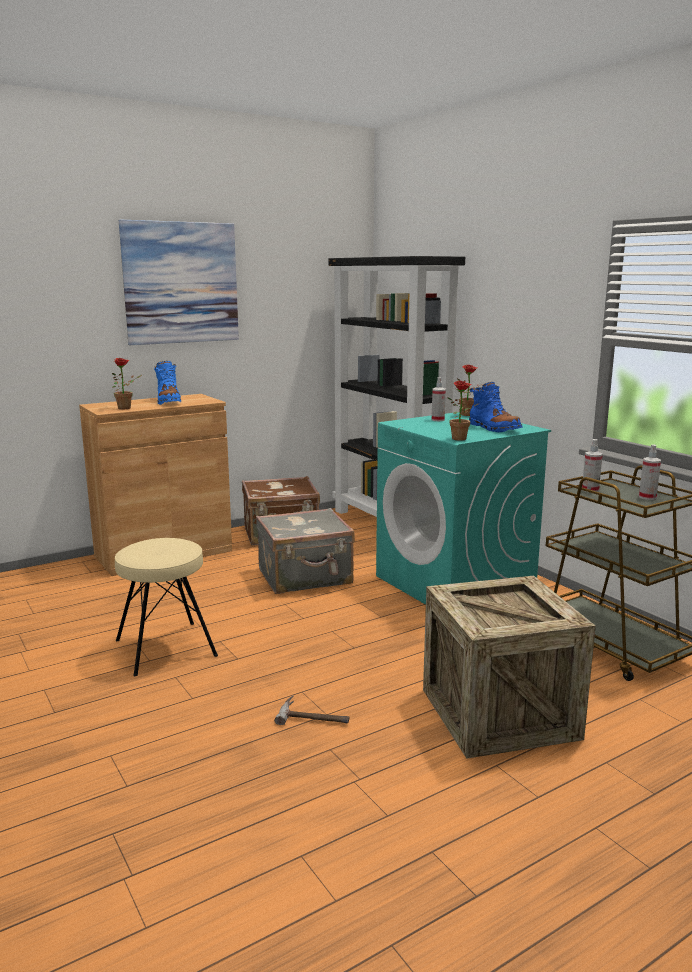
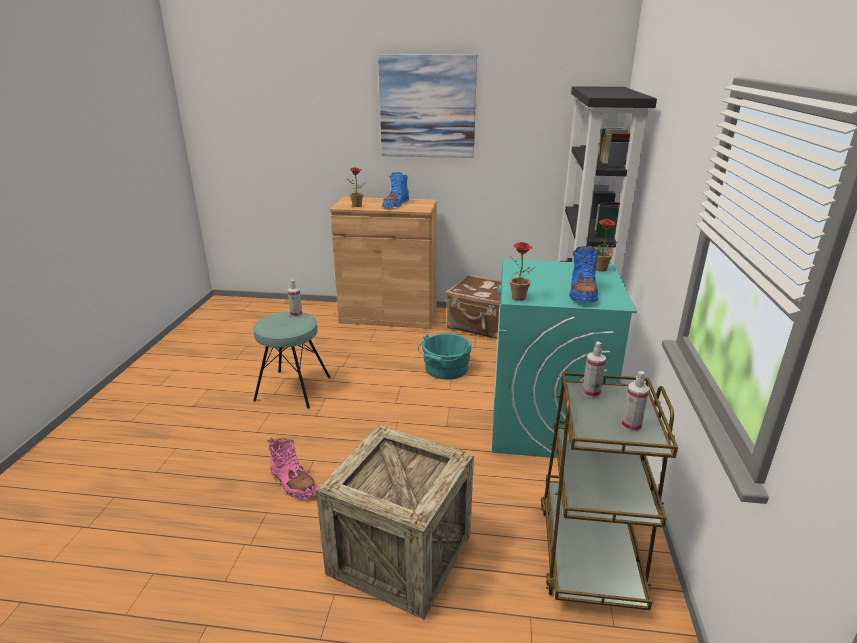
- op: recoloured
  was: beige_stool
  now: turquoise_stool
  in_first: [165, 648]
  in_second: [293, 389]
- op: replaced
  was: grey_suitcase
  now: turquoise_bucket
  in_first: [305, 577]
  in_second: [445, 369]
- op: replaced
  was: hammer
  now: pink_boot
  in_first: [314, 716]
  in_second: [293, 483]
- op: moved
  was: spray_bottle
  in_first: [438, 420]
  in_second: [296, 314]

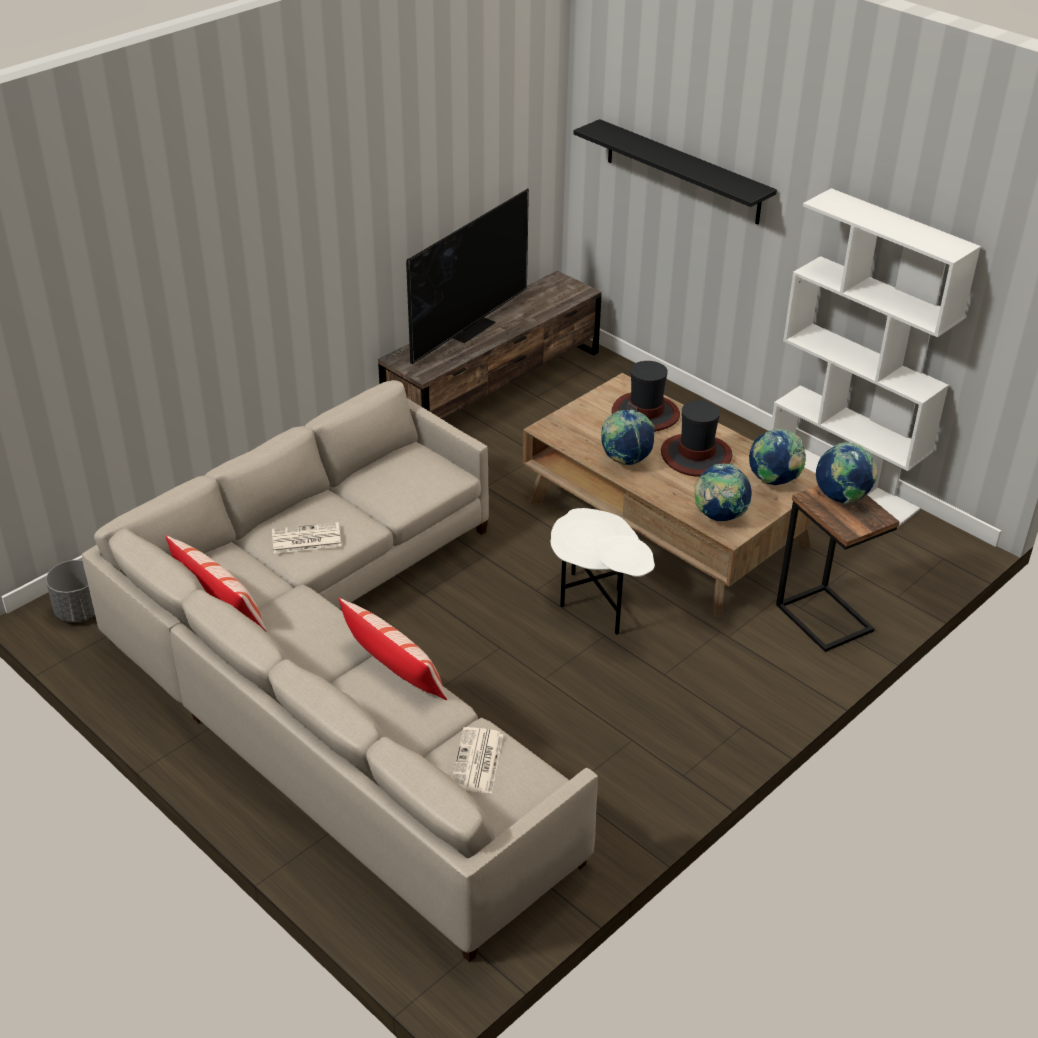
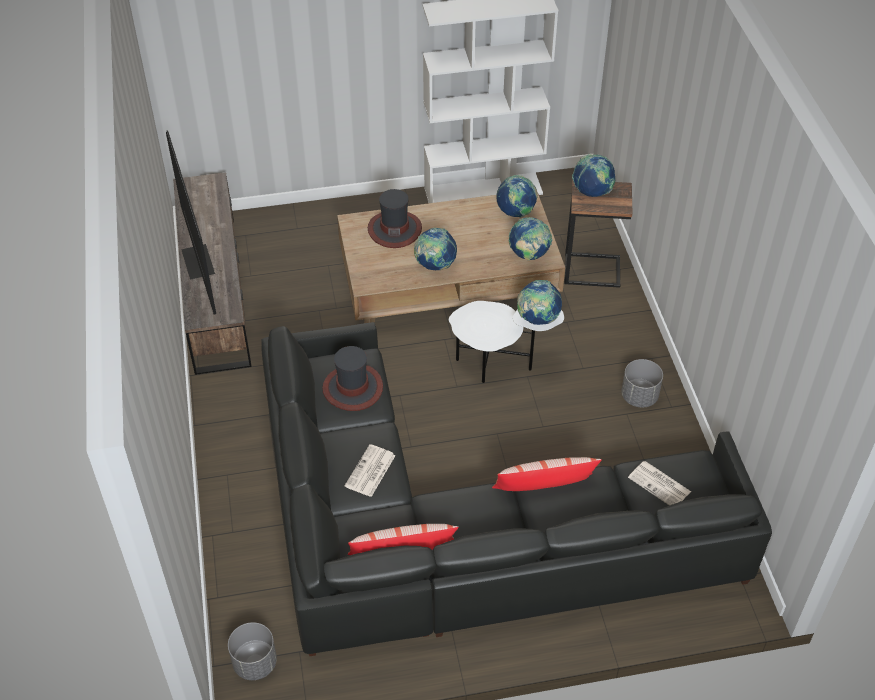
- op: recoloured
  was: beige_sofa
  now: black_sofa
  in_first: [339, 678]
  in_second: [459, 533]
- op: removed
  was: black_shelf
  in_first: [682, 172]
- op: moved
  was: hat
  in_first: [696, 455]
  in_second: [353, 388]
- op: added
  now: globe
  in_second: [537, 319]
- op: added
  now: grey_planter
  in_second: [639, 396]

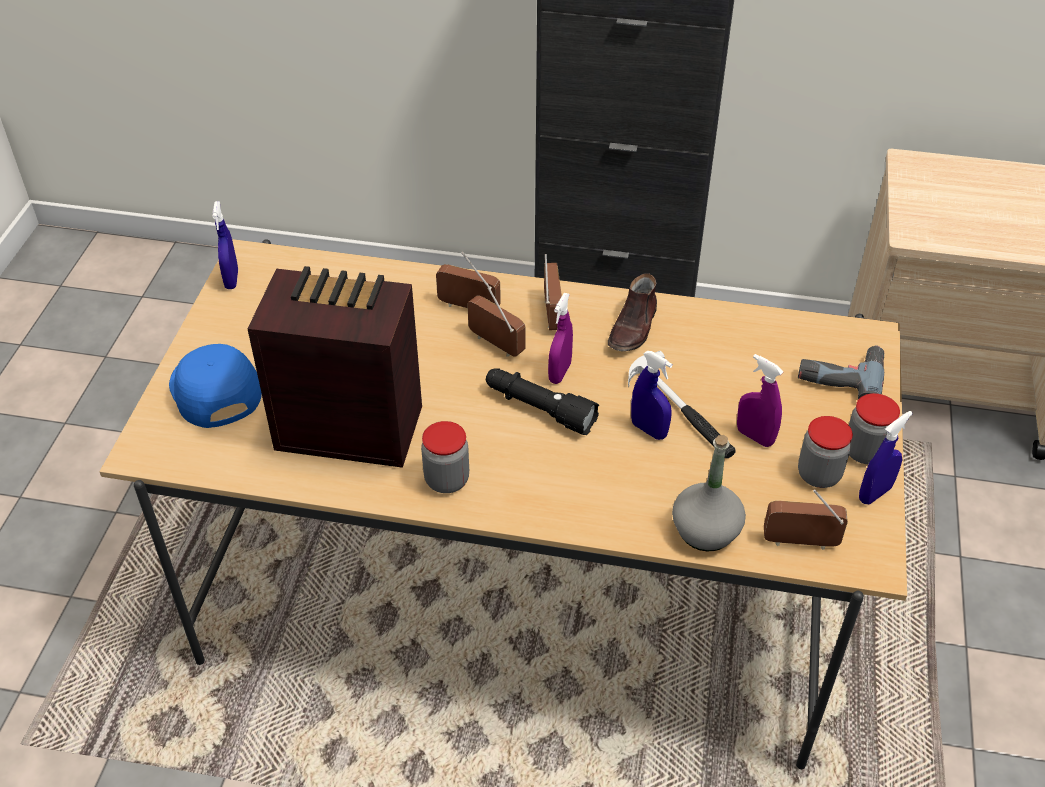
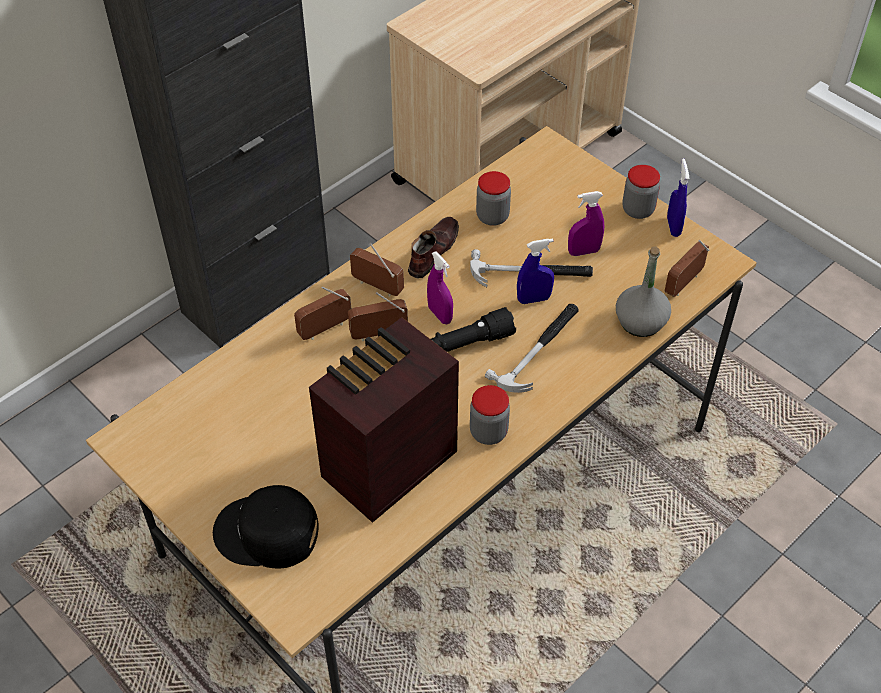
- op: recoloured
  was: blue_cap
  now: black_cap
  in_first: [214, 390]
  in_second: [267, 533]
- op: removed
  was: blue_spray_bottle
  in_first: [231, 279]
- op: turned
  was: brown_shoe
  in_first: [633, 327]
  in_second: [432, 251]
  clockwise: -120
- op: removed
  was: power_drill
  in_first: [840, 374]
- op: moved
  was: jar
  in_first: [818, 474]
  in_second: [492, 216]
- op: added
  now: hammer
  in_second: [539, 349]

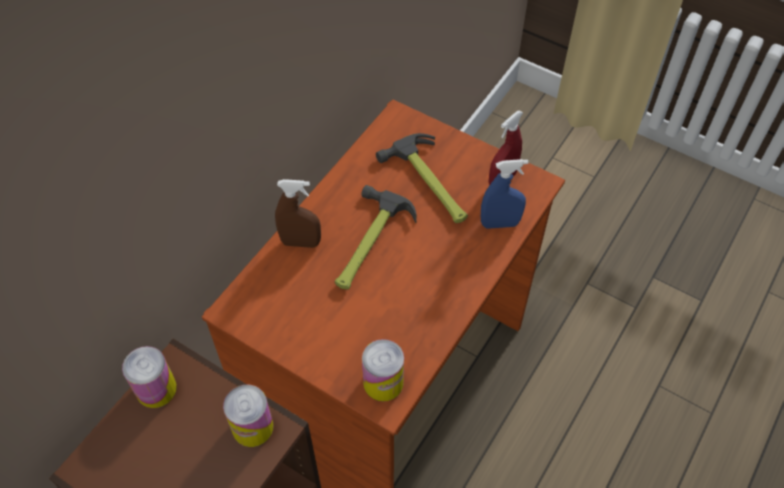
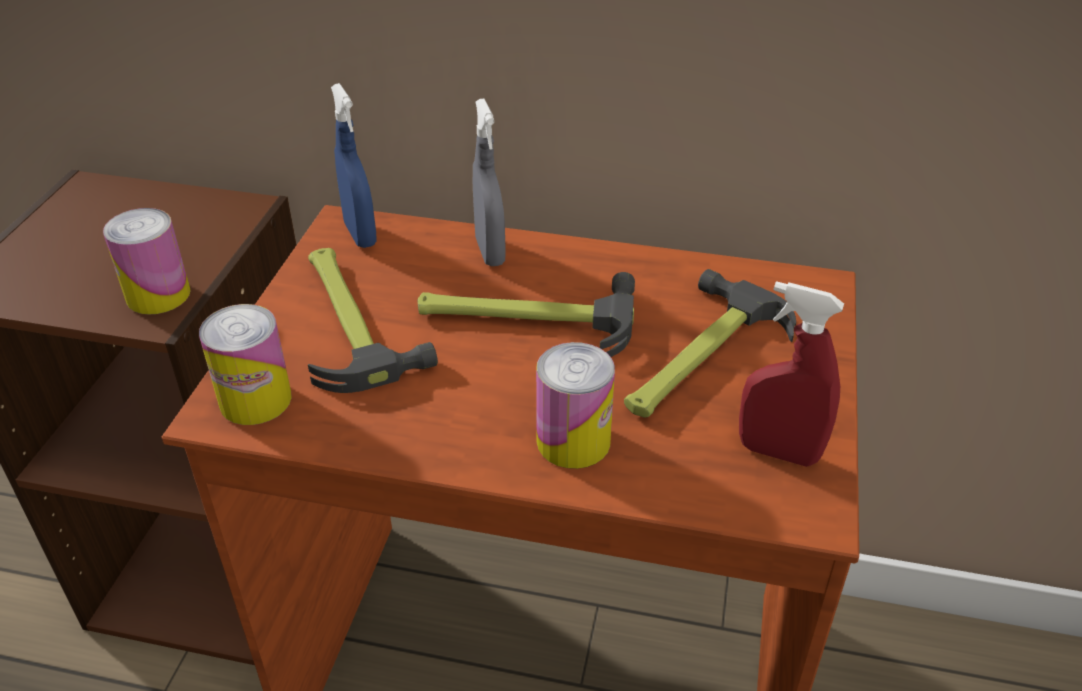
- op: moved
  was: can
  in_first: [156, 389]
  in_second: [573, 441]
- op: recoloured
  was: brown_spray_bottle
  now: grey_spray_bottle
  in_first: [300, 242]
  in_second: [490, 252]
- op: moved
  was: blue_spray_bottle
  in_first: [500, 223]
  in_second: [360, 234]
- op: added
  now: hammer
  in_second: [349, 319]

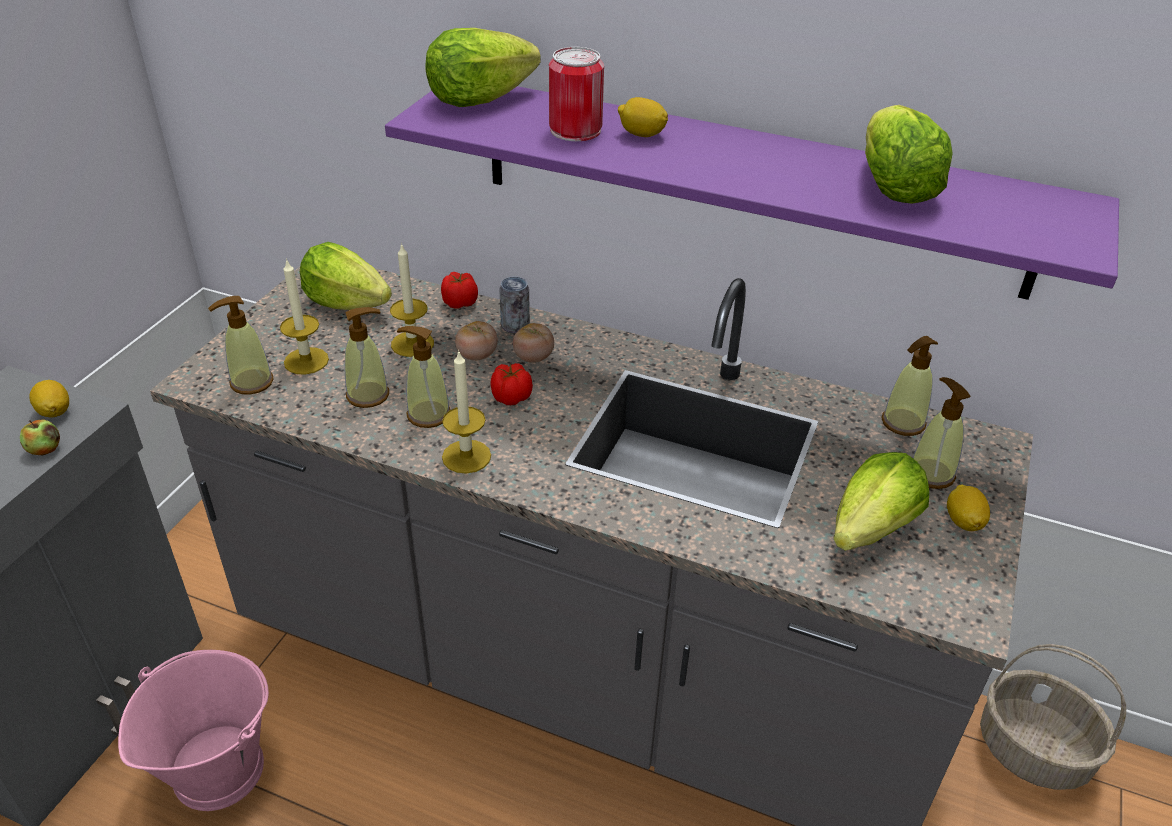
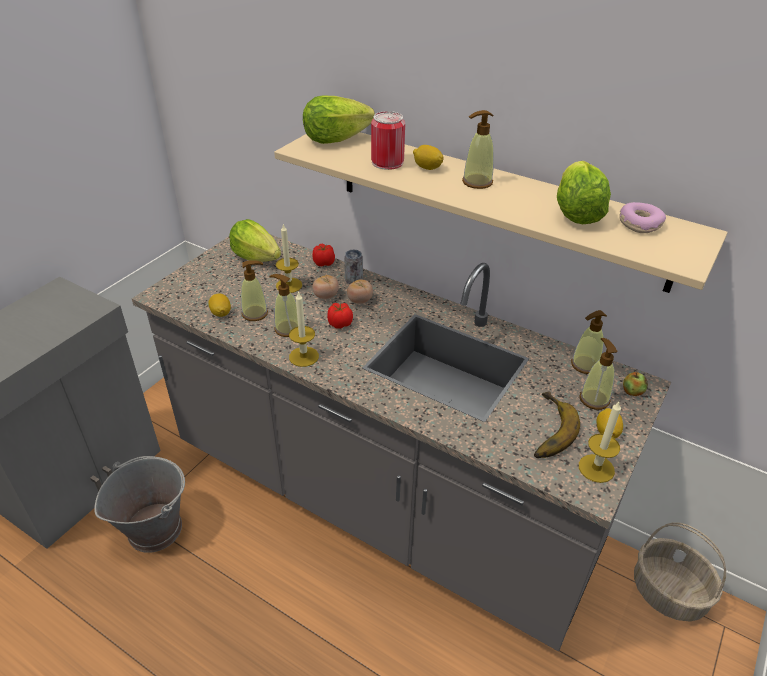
- op: moved
  was: apple
  in_first: [45, 449]
  in_second: [632, 391]
- op: moved
  was: lemon
  in_first: [55, 411]
  in_second: [221, 313]
- op: recoloured
  was: pink_bucket
  now: grey_bucket
  in_first: [218, 769]
  in_second: [154, 528]
- op: moved
  was: soap_dispenser
  in_first: [251, 382]
  in_second: [477, 182]
- op: moved
  was: candle
  in_first: [306, 361]
  in_second: [596, 468]
- op: recoloured
  was: purple_shelf
  now: beige_shelf
  in_first: [747, 184]
  in_second: [496, 204]
- op: replaced
  was: lettuce
  now: banana
  in_first: [872, 529]
  in_second: [545, 429]
- op: added
  now: donut
  in_second: [639, 224]

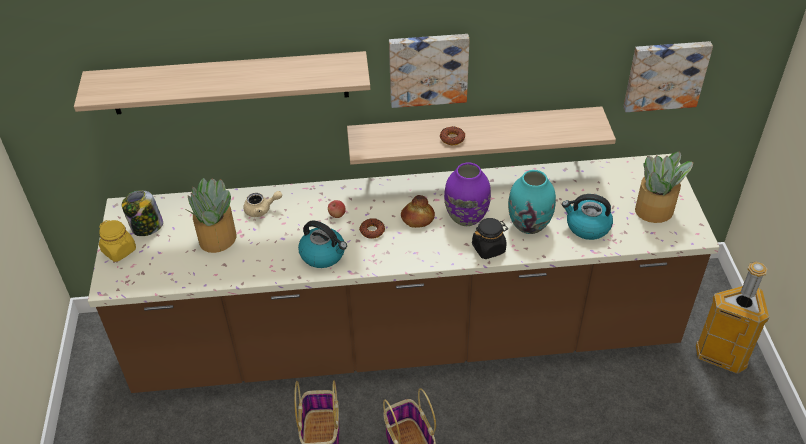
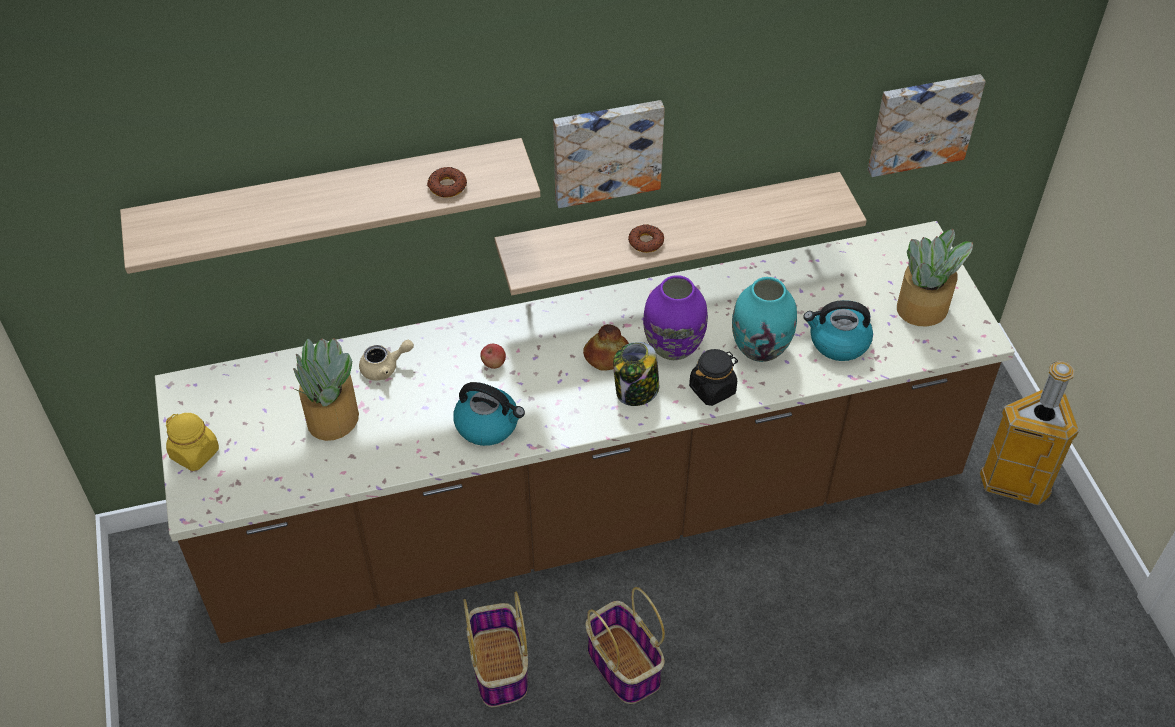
- op: moved
  was: jar
  in_first: [146, 227]
  in_second: [636, 391]
- op: moved
  was: donut
  in_first: [372, 231]
  in_second: [447, 186]

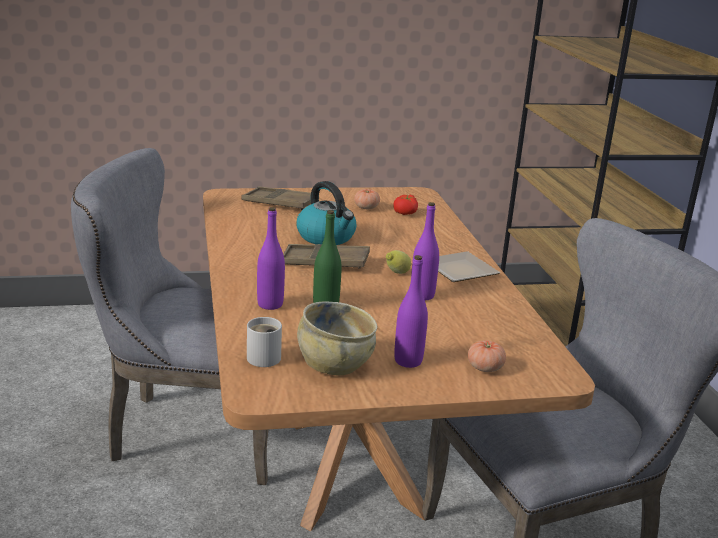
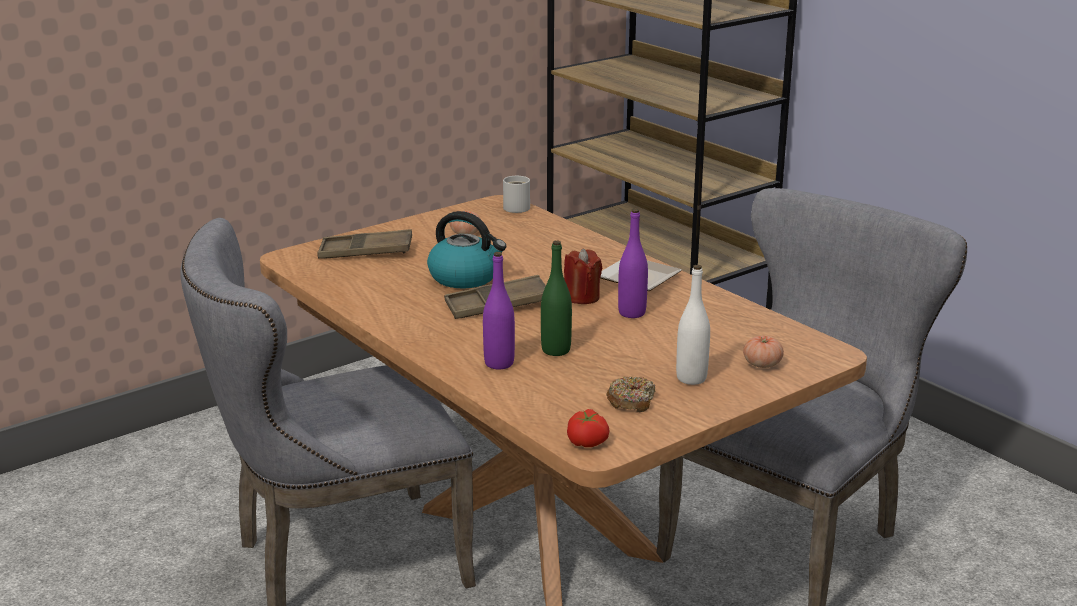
- op: moved
  was: white_mug
  in_first: [265, 356]
  in_second: [516, 207]
- op: replaced
  was: beige_bowl
  now: donut
  in_first: [334, 364]
  in_second: [631, 401]
- op: replaced
  was: lemon
  now: red_candle
  in_first: [396, 273]
  in_second: [581, 297]
- op: moved
  was: tomato
  in_first: [405, 213]
  in_second: [588, 442]
- op: recoloured
  was: purple_bottle
  now: white_bottle
  in_first: [408, 361]
  in_second: [691, 378]

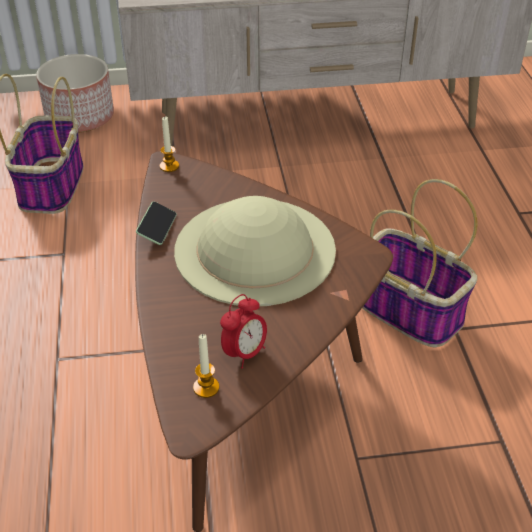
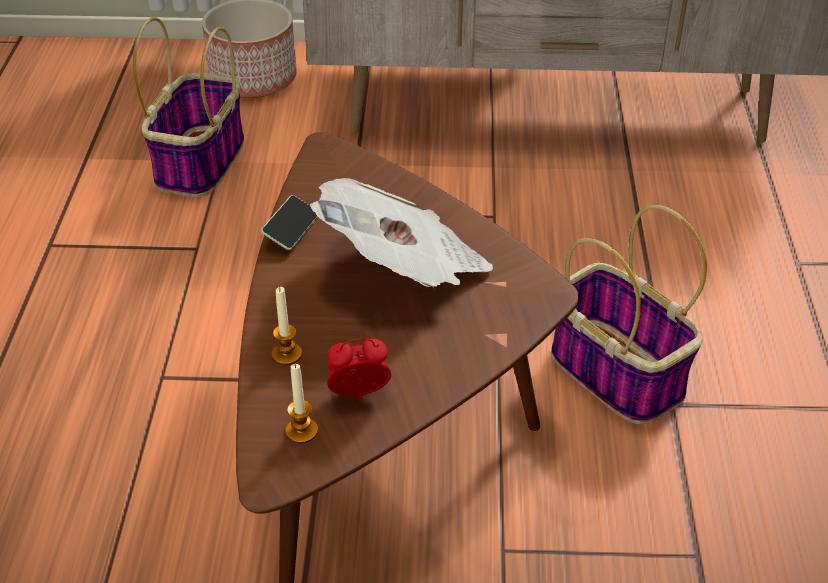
- op: moved
  was: candle
  in_first: [169, 166]
  in_second: [286, 354]
- op: replaced
  was: beige_hat
  now: newspaper
  in_first: [254, 249]
  in_second: [404, 269]
- op: turned
  was: alarm_clock
  in_first: [244, 353]
  in_second: [359, 396]
  clockwise: -150

